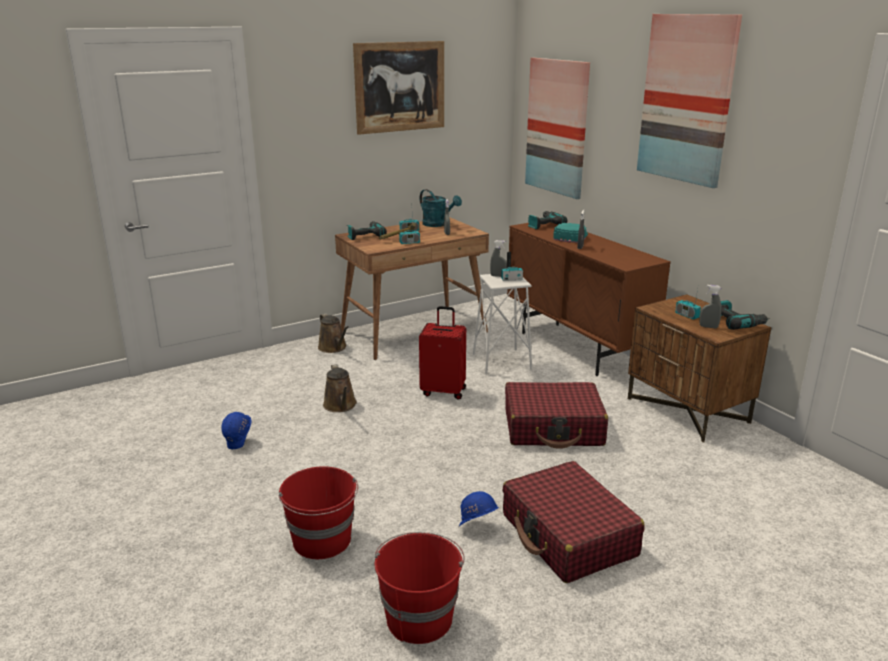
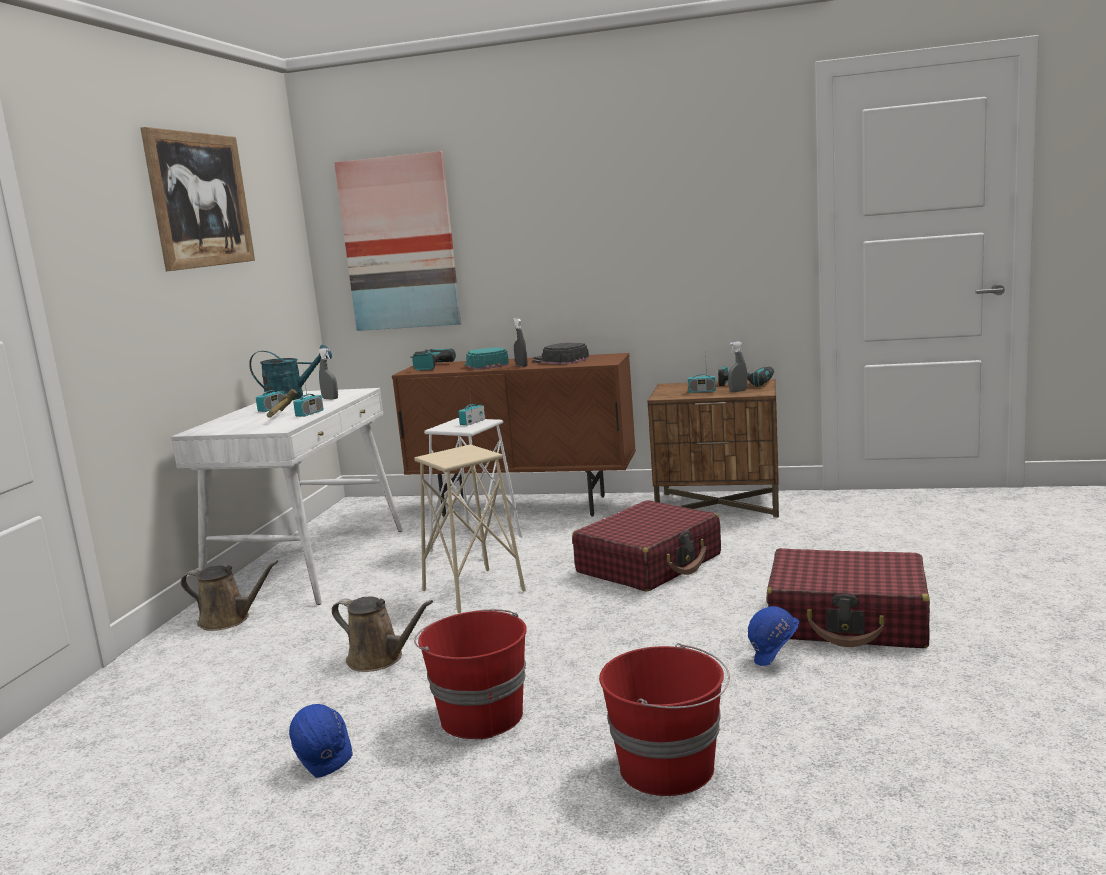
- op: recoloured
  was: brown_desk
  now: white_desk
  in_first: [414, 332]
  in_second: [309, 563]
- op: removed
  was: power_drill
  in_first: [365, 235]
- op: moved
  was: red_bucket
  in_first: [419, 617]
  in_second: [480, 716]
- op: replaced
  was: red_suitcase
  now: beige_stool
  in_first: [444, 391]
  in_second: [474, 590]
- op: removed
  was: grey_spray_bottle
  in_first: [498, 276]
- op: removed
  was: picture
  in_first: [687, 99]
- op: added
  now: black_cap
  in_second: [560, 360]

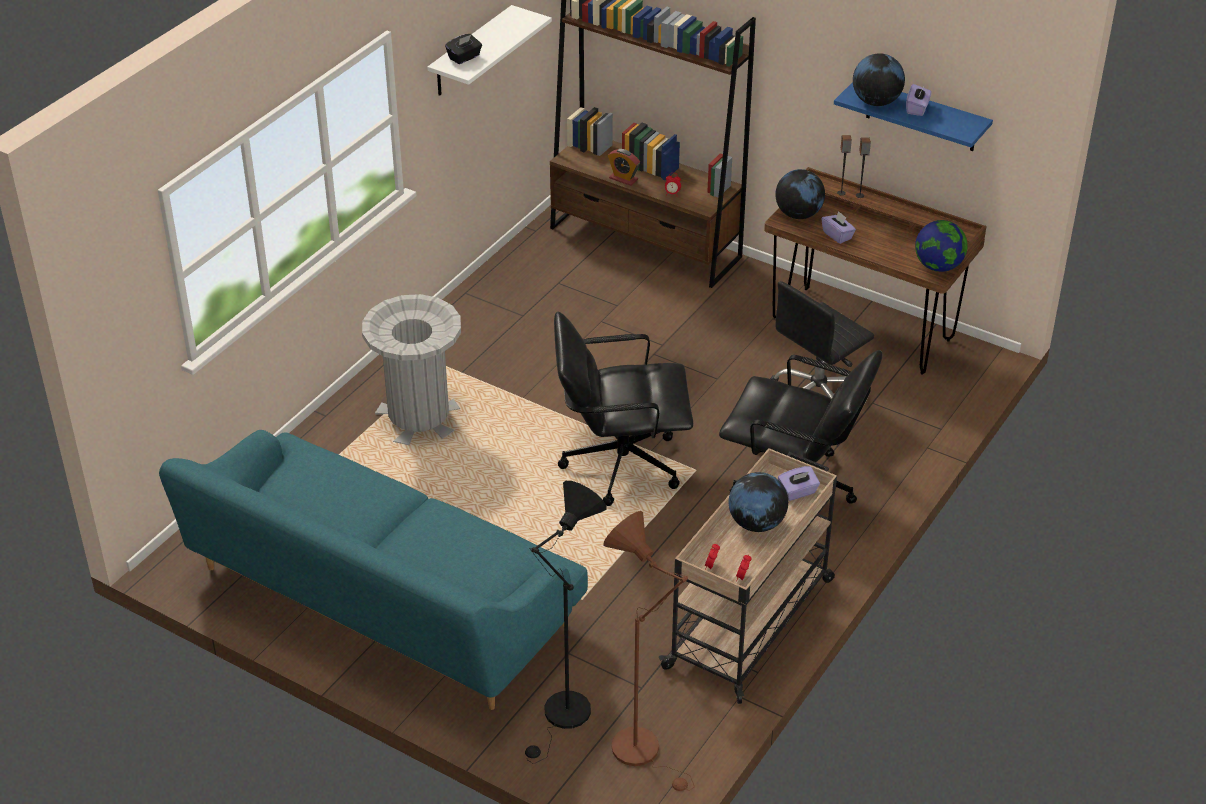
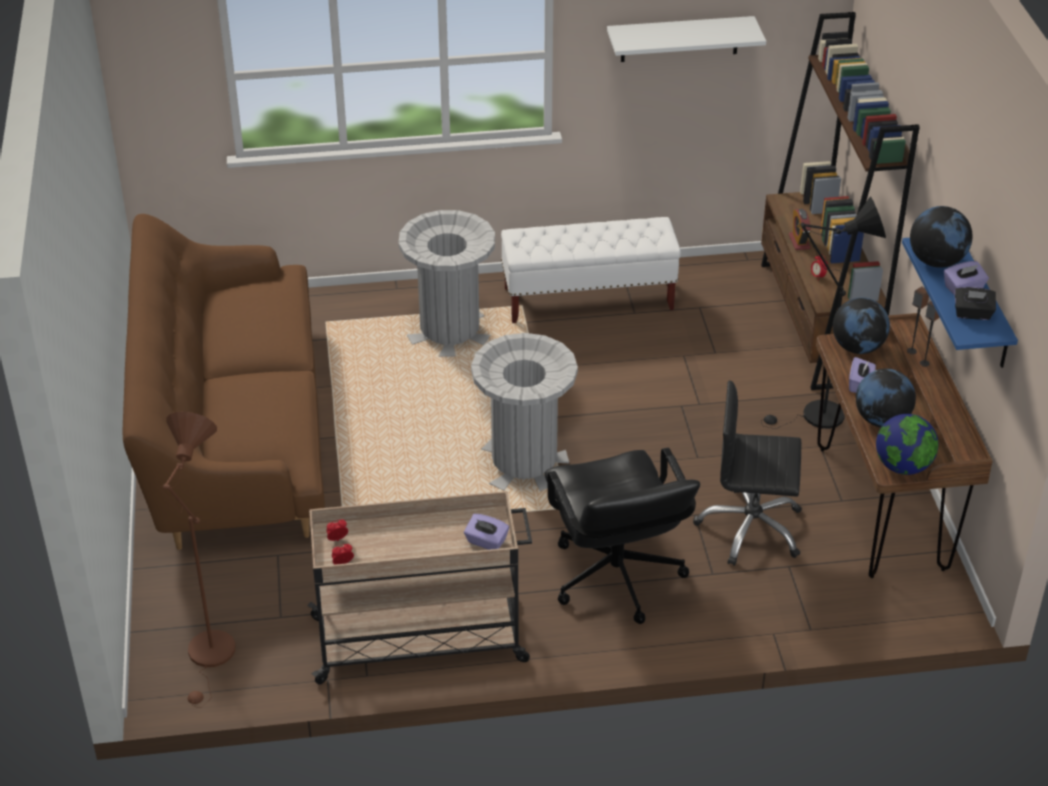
- op: recoloured
  was: turquoise_sofa
  now: brown_sofa
  in_first: [380, 599]
  in_second: [234, 428]
- op: moved
  was: black_tissue_box
  in_first: [464, 57]
  in_second: [972, 314]
- op: moved
  was: black_floor_lamp
  in_first: [563, 718]
  in_second: [815, 417]
- op: replaced
  was: black_office_chair
  now: grey_trash_can
  in_first: [620, 463]
  in_second: [524, 462]
- op: moved
  was: globe
  in_first: [756, 523]
  in_second: [881, 420]
- op: added
  now: white_bench
  in_second: [589, 299]

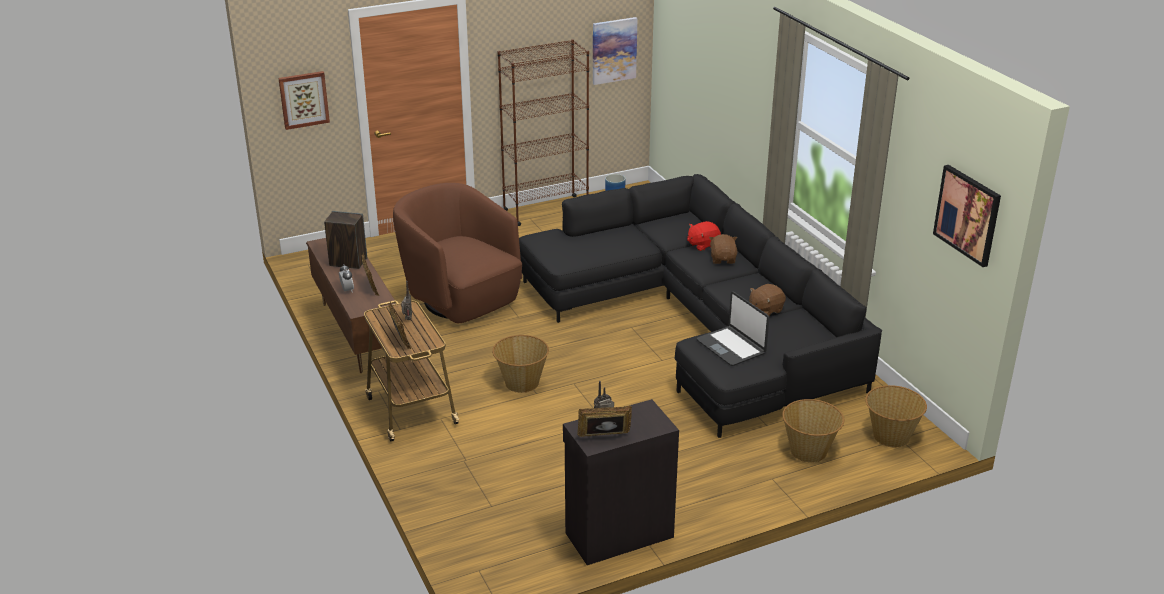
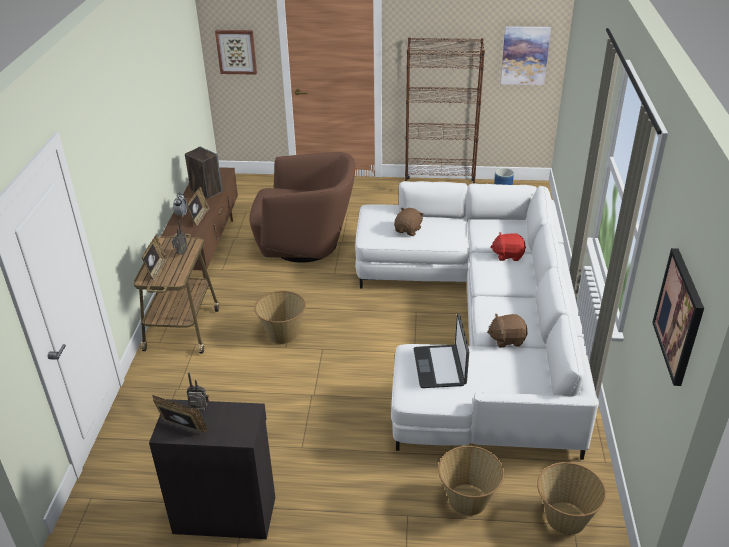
- op: turned
  was: brown_armchair
  in_first: [461, 299]
  in_second: [306, 244]
  clockwise: 105
- op: recoloured
  was: black_sofa
  now: white_sofa
  in_first: [700, 324]
  in_second: [478, 328]
- op: moved
  was: brown_plush_toy
  in_first: [723, 259]
  in_second: [408, 230]

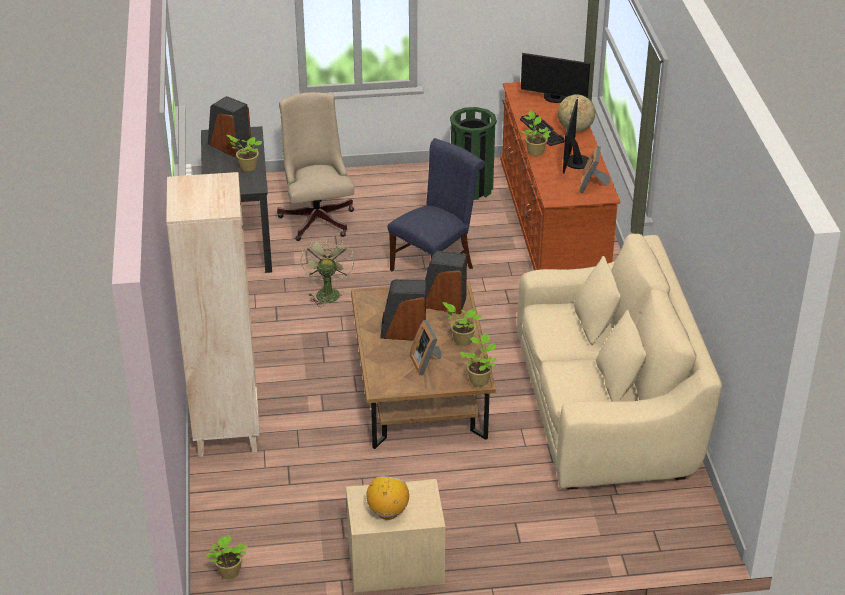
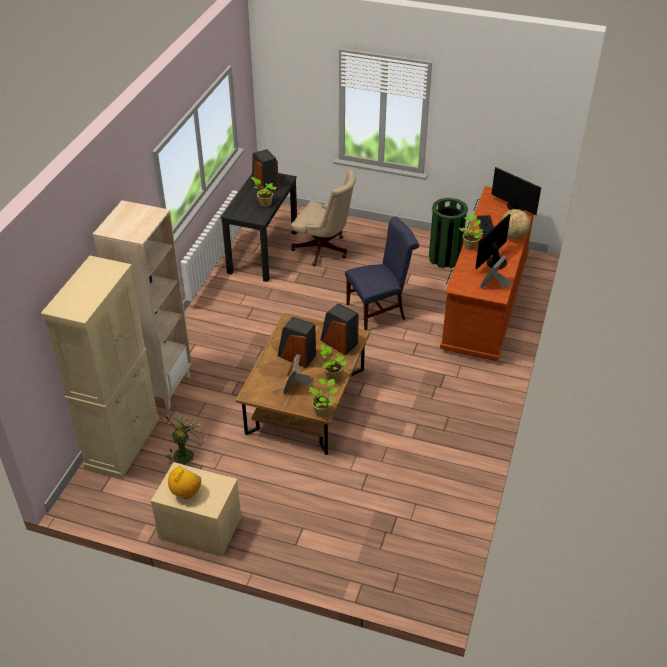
- op: removed
  was: potted_plant
  in_first: [228, 573]
- op: turned
  was: beige_office_chair
  in_first: [317, 217]
  in_second: [324, 250]
  clockwise: 105
- op: moved
  was: green_fan
  in_first: [327, 292]
  in_second: [185, 452]
- op: removed
  was: beige_sofa
  in_first: [605, 408]
- op: added
  now: beige_cabinet
  in_second: [123, 442]

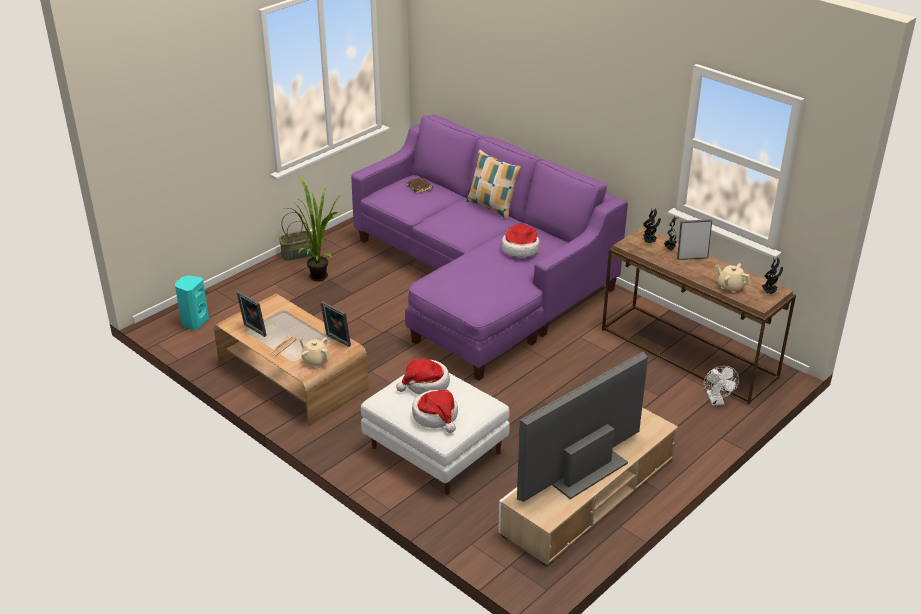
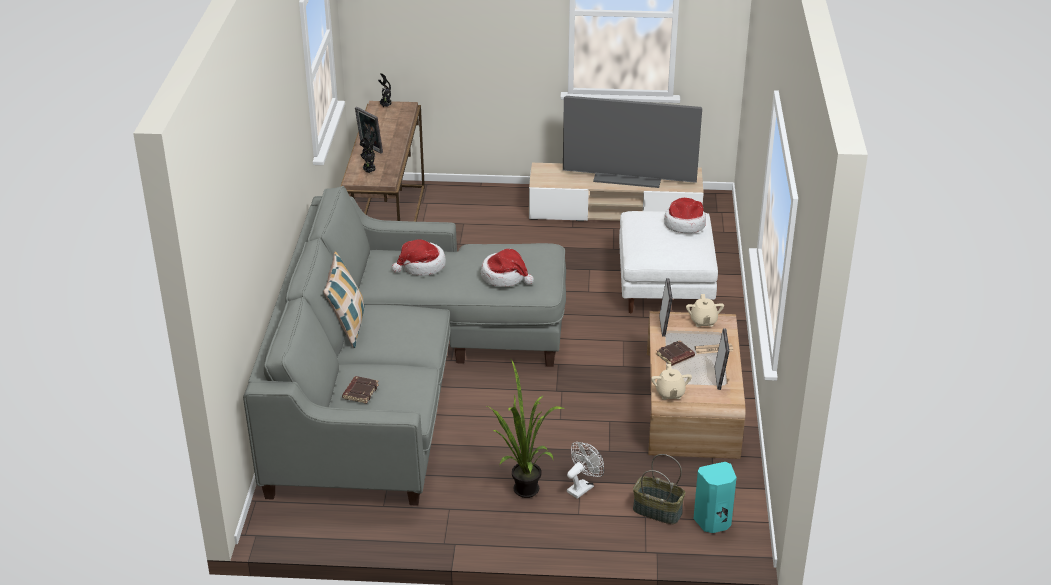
- op: moved
  was: basket
  in_first: [298, 253]
  in_second: [656, 511]
- op: recoloured
  was: purple_sofa
  now: grey_sofa
  in_first: [479, 280]
  in_second: [401, 380]
- op: moved
  was: hat
  in_first: [426, 384]
  in_second: [505, 276]
- op: moved
  was: white_fan
  in_first: [716, 401]
  in_second: [582, 487]
- op: moved
  was: beige_teapot
  in_first: [730, 286]
  in_second: [670, 393]
- op: added
  now: brown_book
  in_second: [675, 356]

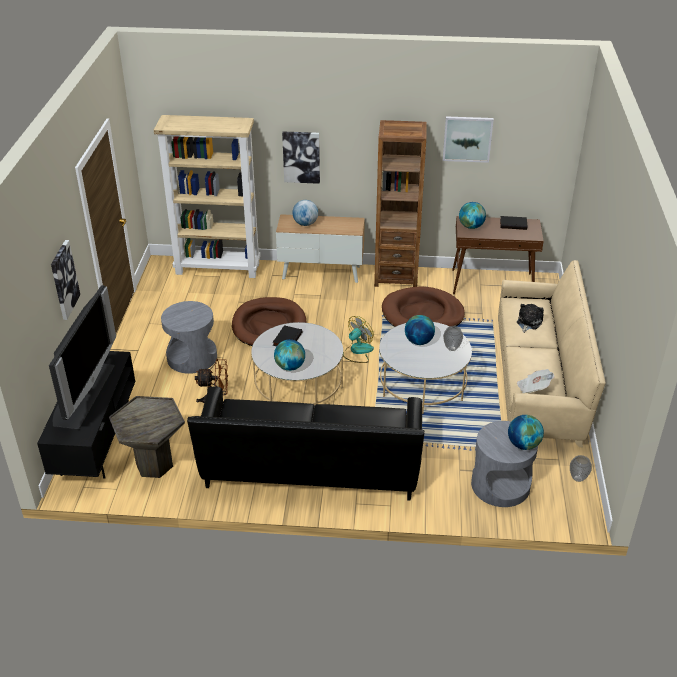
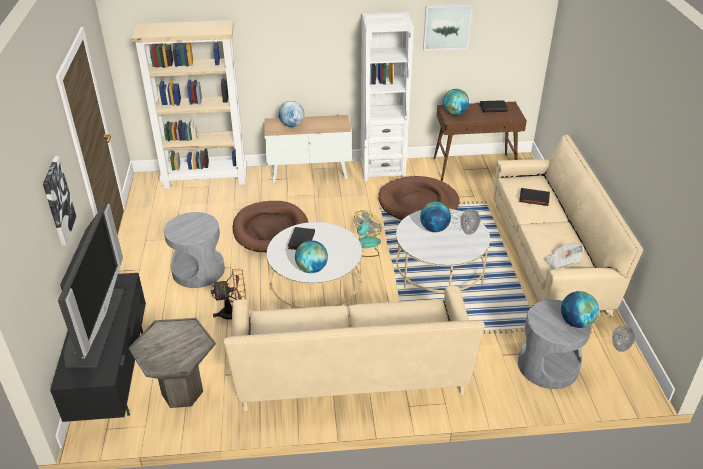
- op: recoloured
  was: black_sofa
  now: beige_sofa
  in_first: [310, 467]
  in_second: [351, 372]
- op: removed
  was: picture
  in_first: [301, 157]
- op: recoloured
  was: brown_bookcase
  now: white_bookcase
  in_first: [396, 277]
  in_second: [382, 170]
- op: replaced
  was: plush_toy
  now: black_book
  in_first: [528, 322]
  in_second: [533, 199]

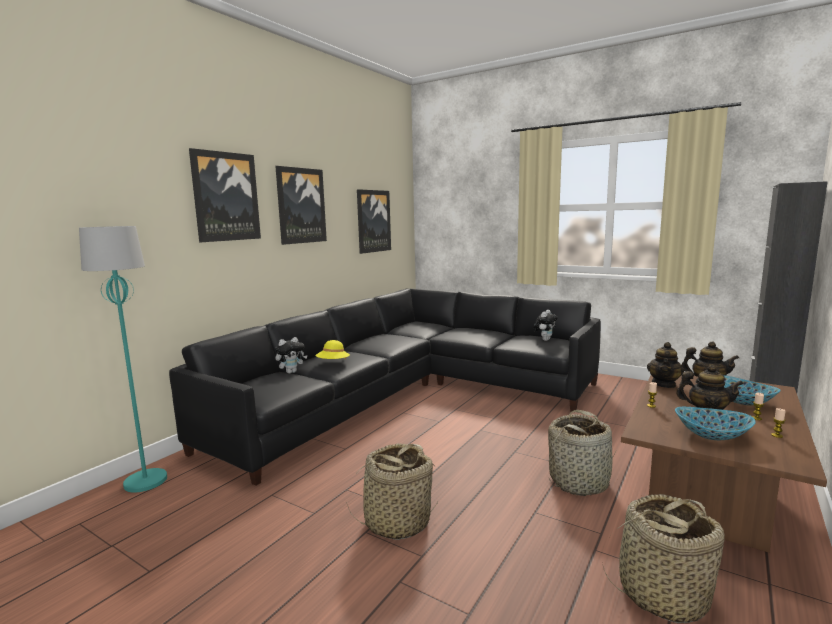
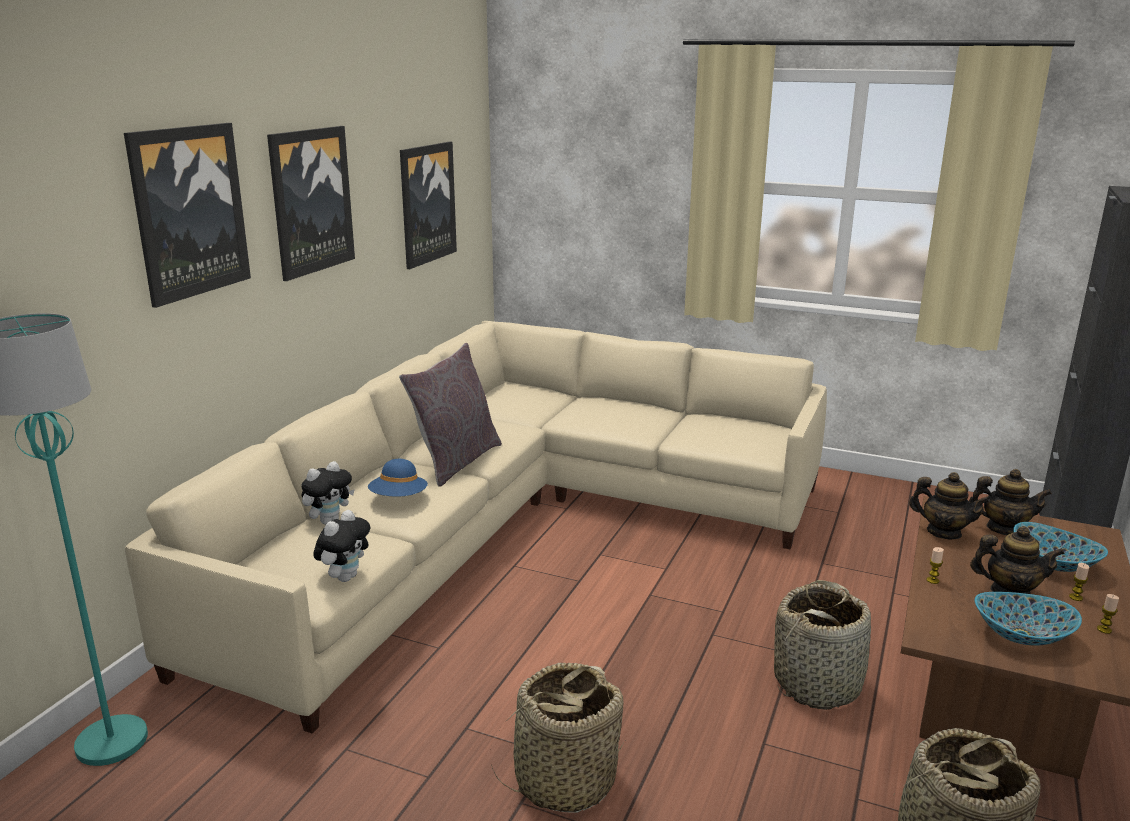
- op: recoloured
  was: black_sofa
  now: beige_sofa
  in_first: [408, 394]
  in_second: [513, 525]
- op: recoloured
  was: yellow_hat
  now: blue_hat
  in_first: [333, 363]
  in_second: [399, 498]
- op: moved
  was: plush_toy
  in_first: [544, 339]
  in_second: [345, 577]
- op: turned
  was: teapot
  in_first: [664, 384]
  in_second: [943, 532]
  clockwise: -75
- op: added
  now: grey_pillow
  in_second: [455, 461]

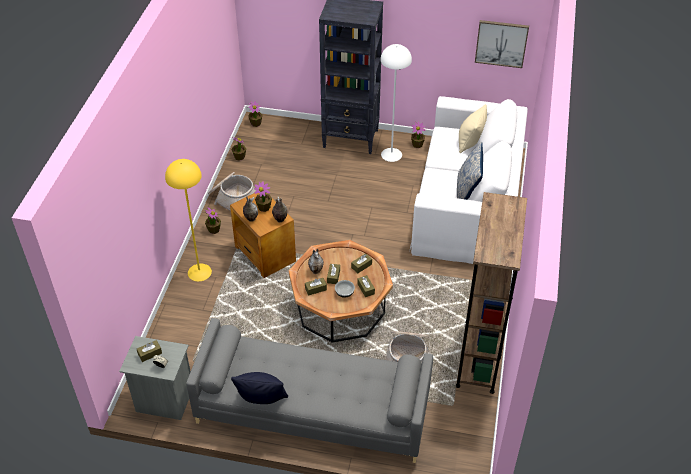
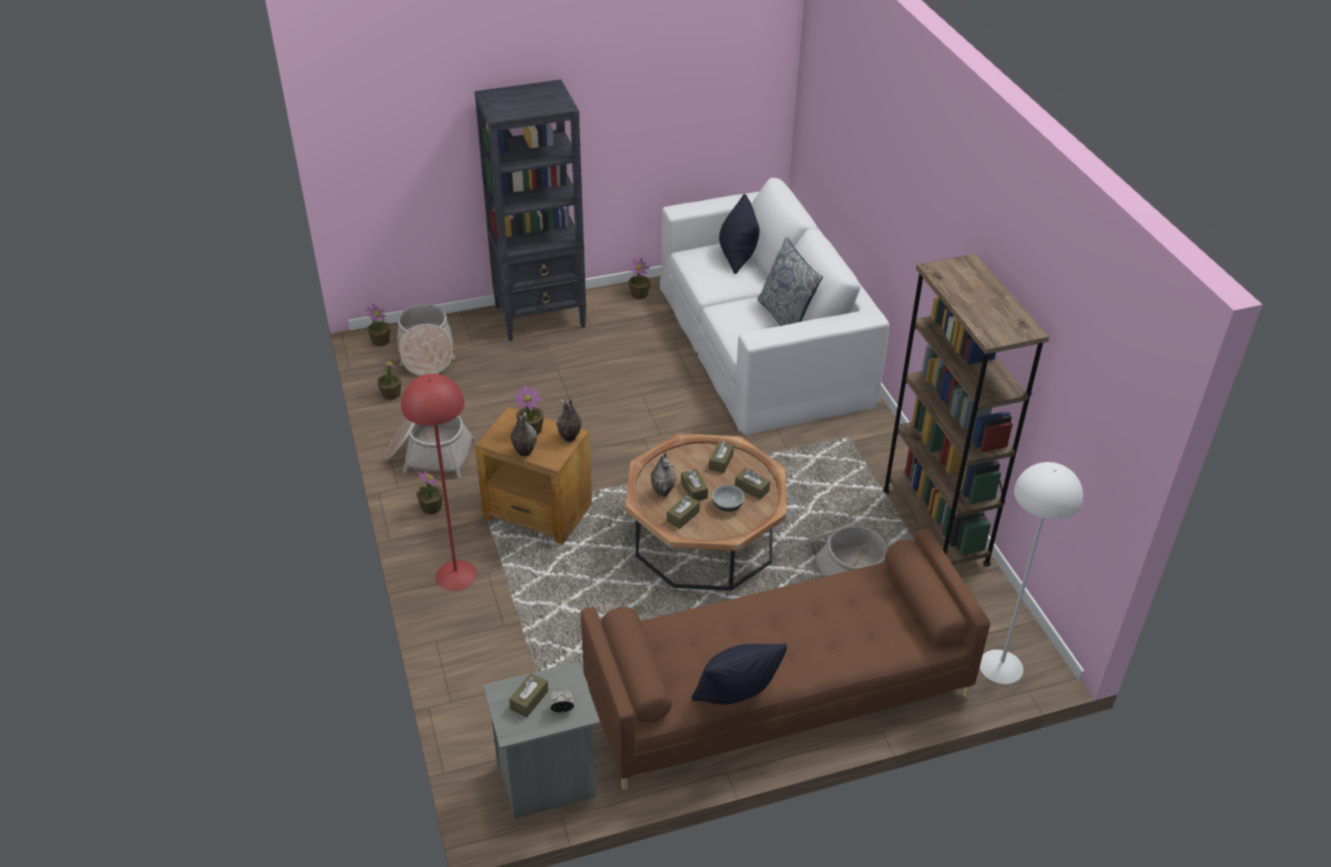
- op: recoloured
  was: yellow_floor_lamp
  now: red_floor_lamp
  in_first: [199, 272]
  in_second: [455, 575]
- op: recoloured
  was: grey_sofa
  now: brown_sofa
  in_first: [312, 410]
  in_second: [776, 692]
- op: moved
  was: white_floor_lamp
  in_first: [391, 154]
  in_second: [1000, 667]
- op: recoloured
  was: beige_pillow
  now: black_pillow
  in_first: [470, 142]
  in_second: [737, 257]
- op: removed
  was: picture
  in_first: [501, 43]
- op: added
  now: basket
  in_second: [426, 353]

